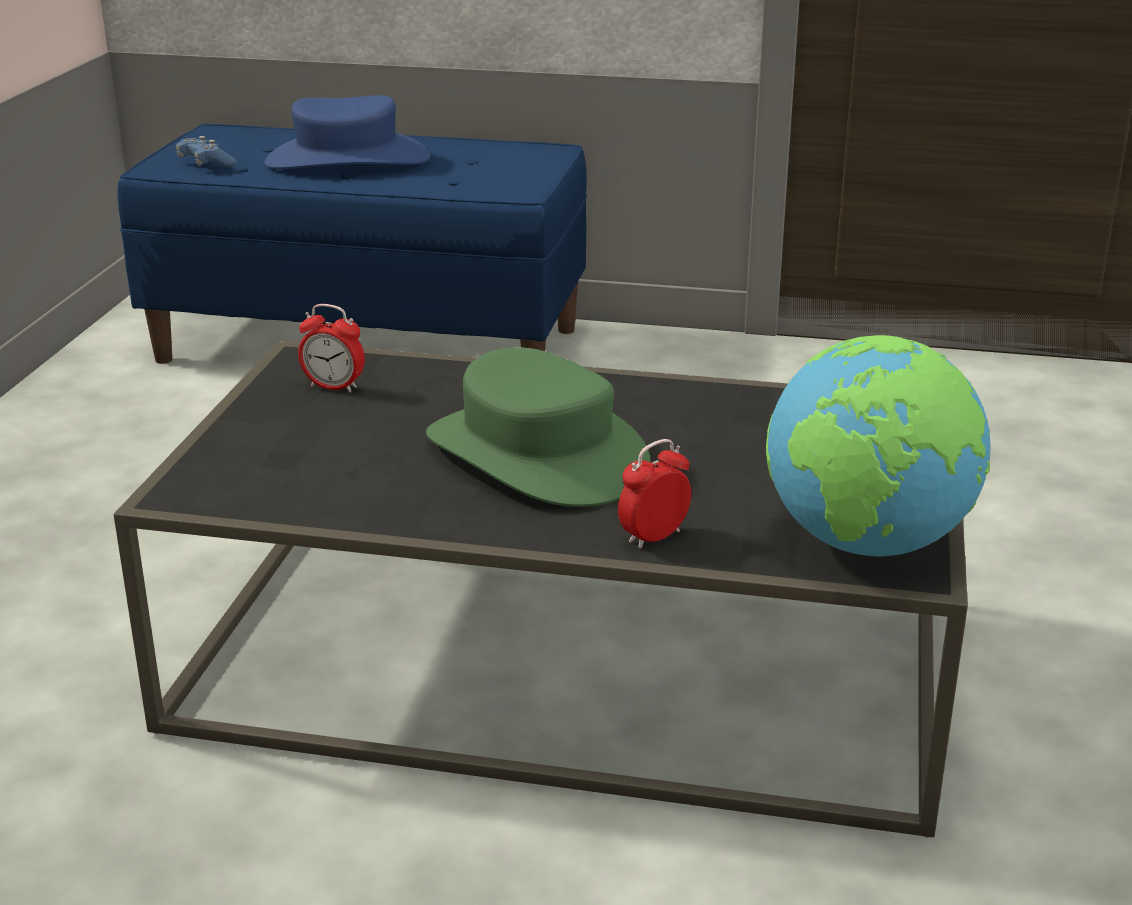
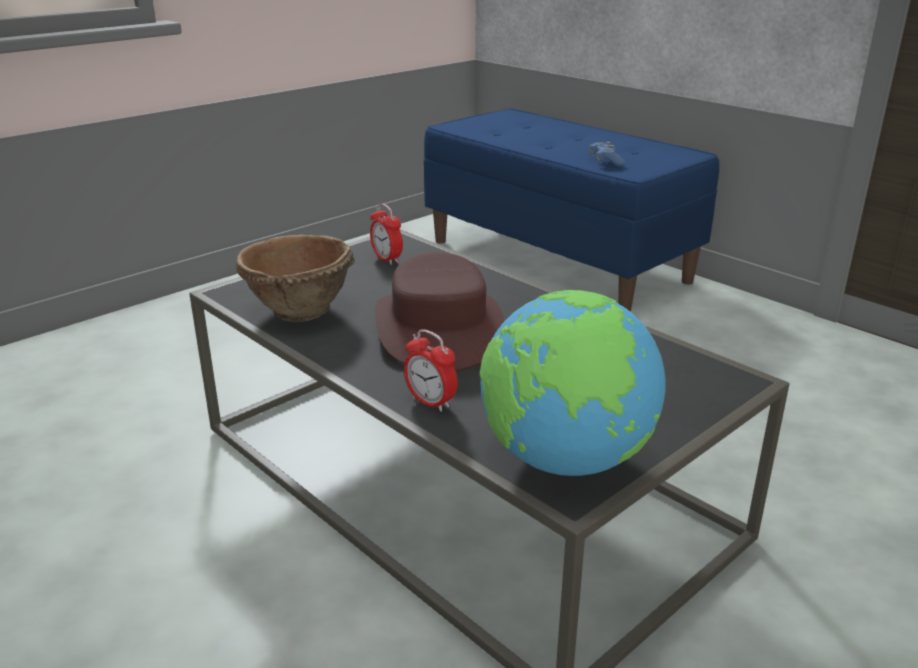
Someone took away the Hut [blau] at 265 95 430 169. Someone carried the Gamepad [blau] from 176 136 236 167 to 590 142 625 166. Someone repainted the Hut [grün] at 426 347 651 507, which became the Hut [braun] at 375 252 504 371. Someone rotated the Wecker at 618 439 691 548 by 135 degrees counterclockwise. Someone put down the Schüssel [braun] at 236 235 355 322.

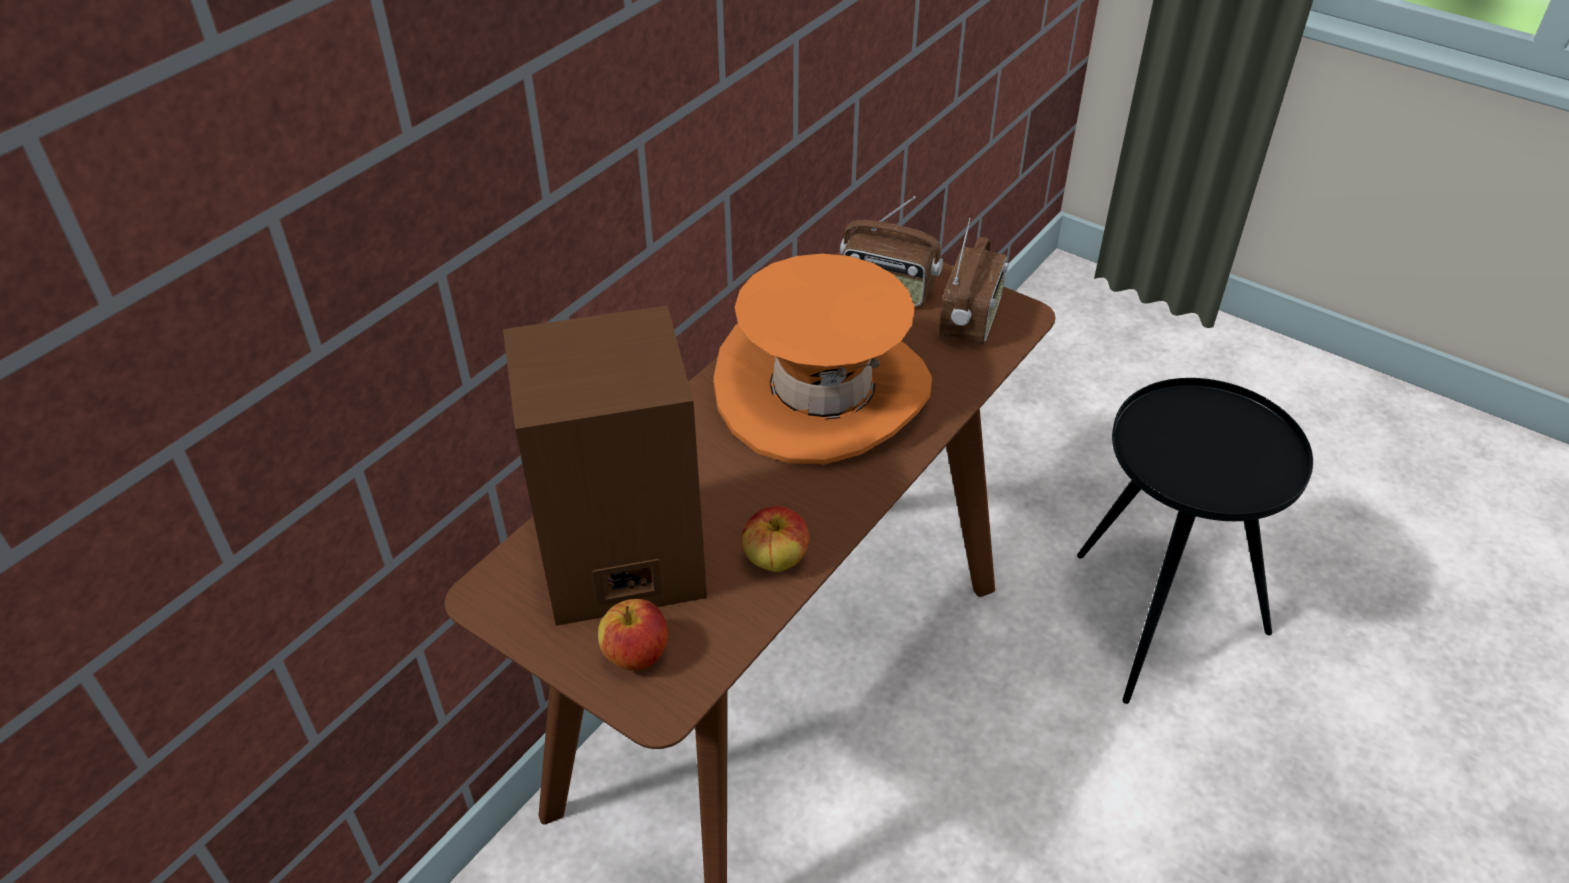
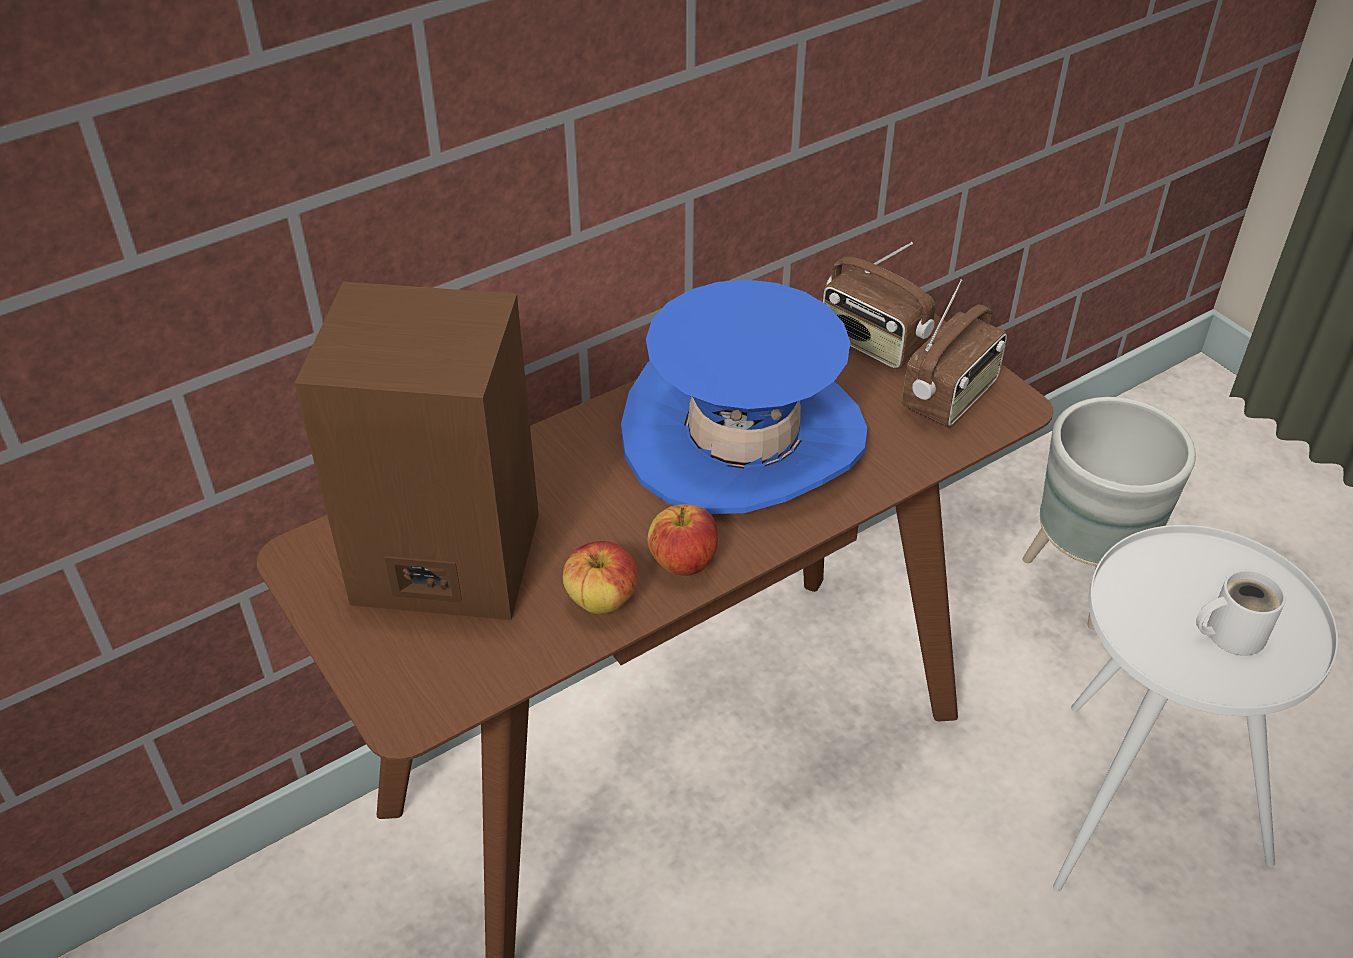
Someone repainted the Hut [orange] at 713 254 932 465, which became the Hut [blau] at 621 280 868 514. Someone repainted the Beistelltisch [schwarz] at 1077 378 1313 704, which became the Beistelltisch [weiß] at 1053 525 1338 892. Someone carried the Apfel from 598 599 668 671 to 648 504 718 576. Someone put down the Pflanzkübel [grau] at 1022 397 1196 630. Someone put down the Henkelbecher [weiß] at 1196 569 1286 656.

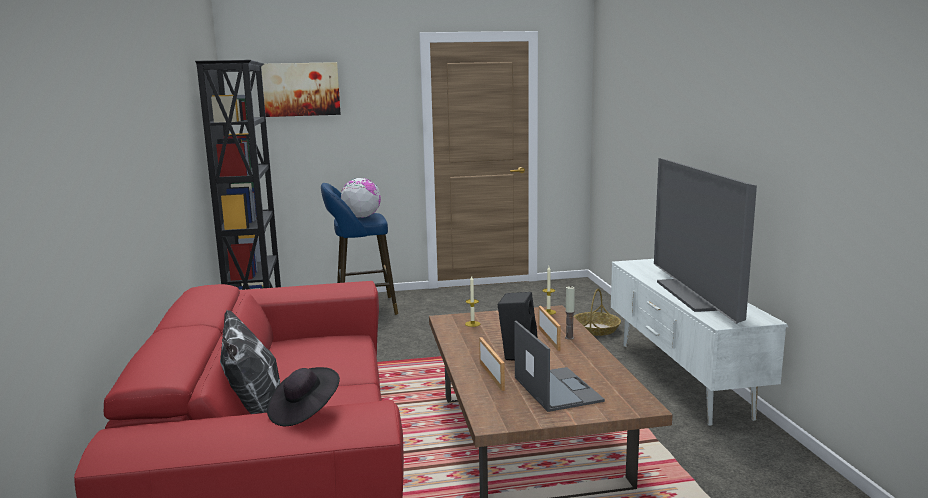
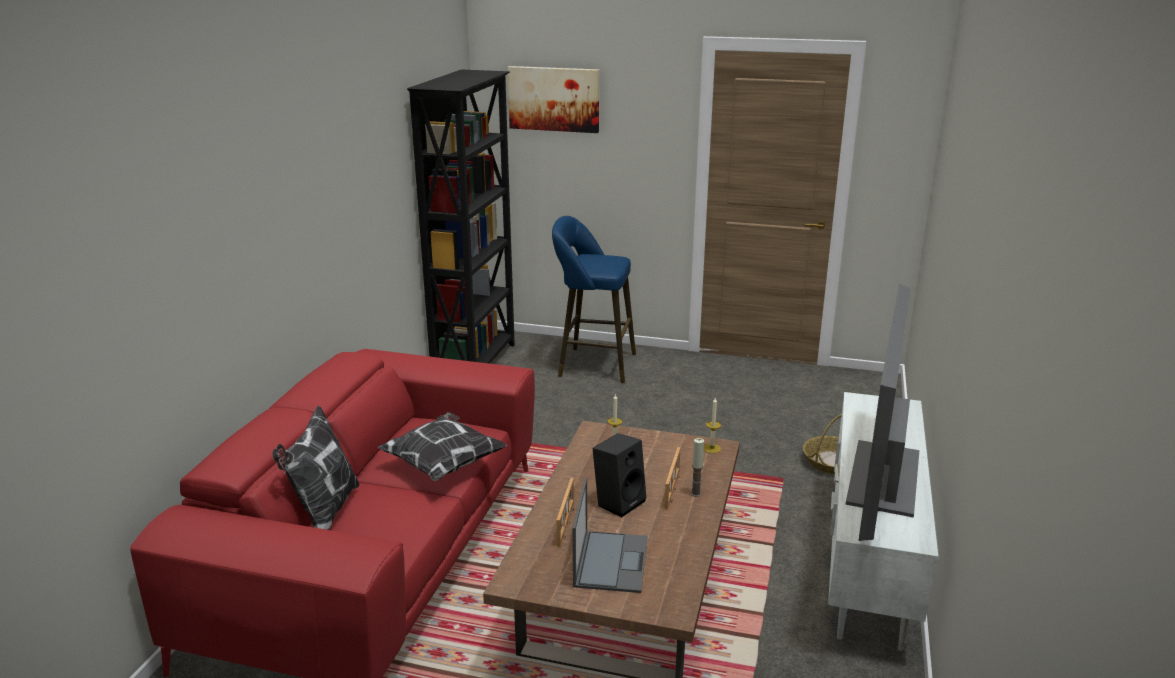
Someone took away the Globus at 341 178 381 218. Someone took away the Hut [schwarz] at 267 367 340 426. Someone put down the Kissen at 377 412 507 481.

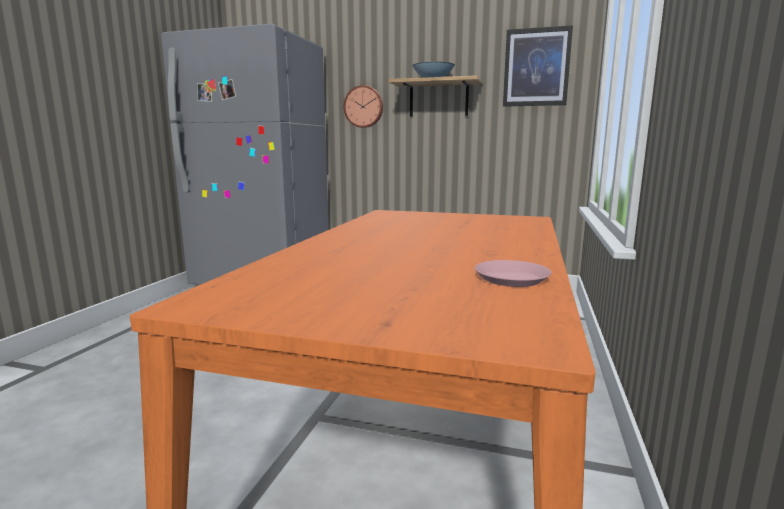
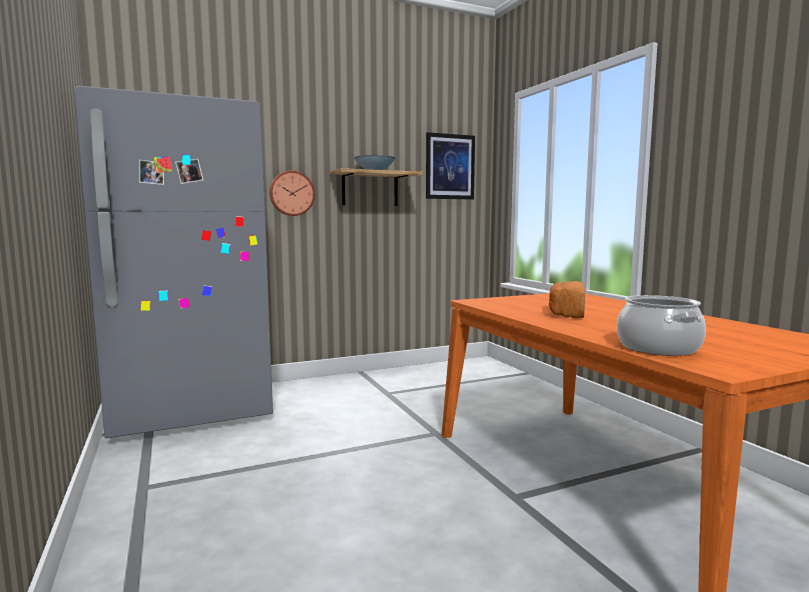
Someone took away the Teller [rosa] at 475 260 551 287. Someone put down the Brot at 549 281 585 318. Someone put down the Kochtopf at 617 295 706 356.

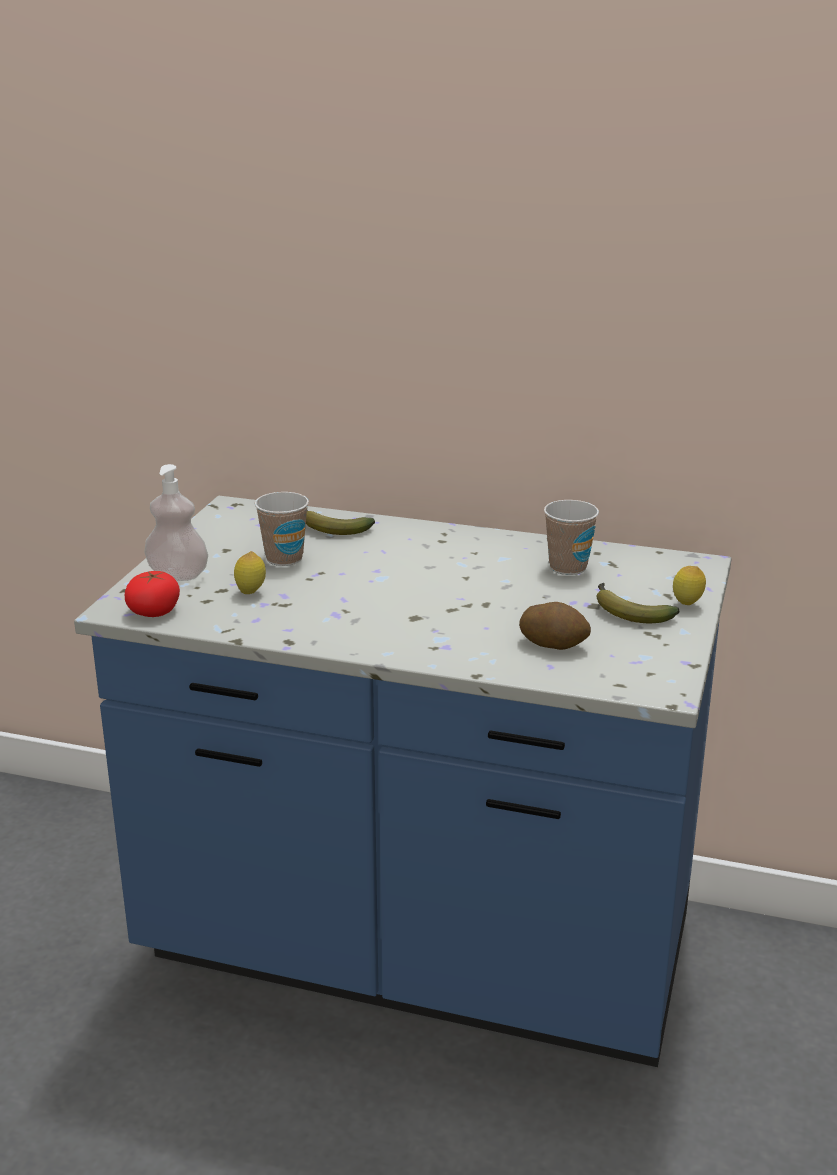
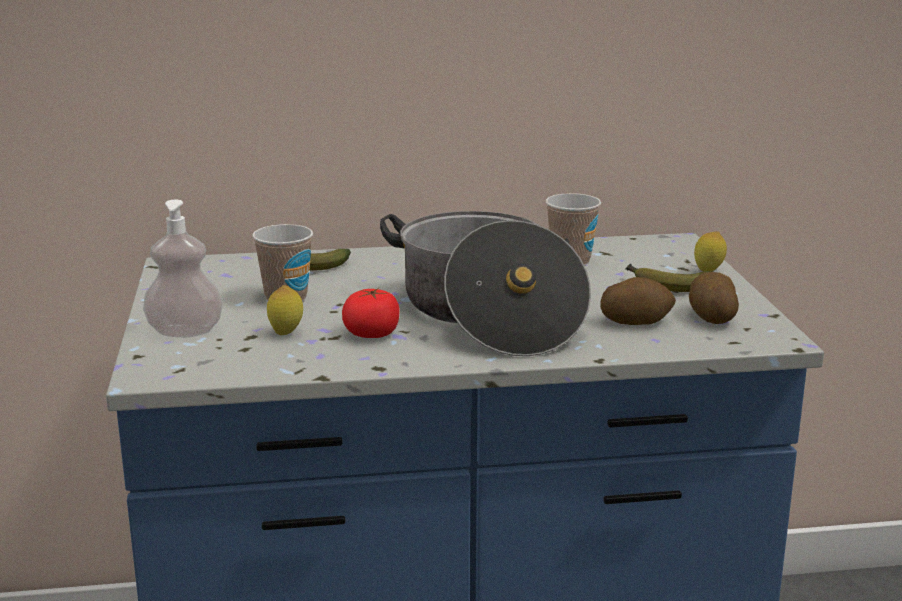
Someone carried the Tomate from 125 571 180 617 to 342 288 400 338. Someone put down the Kochtopf at 380 211 591 356. Someone put down the Kartoffel at 689 272 739 324.

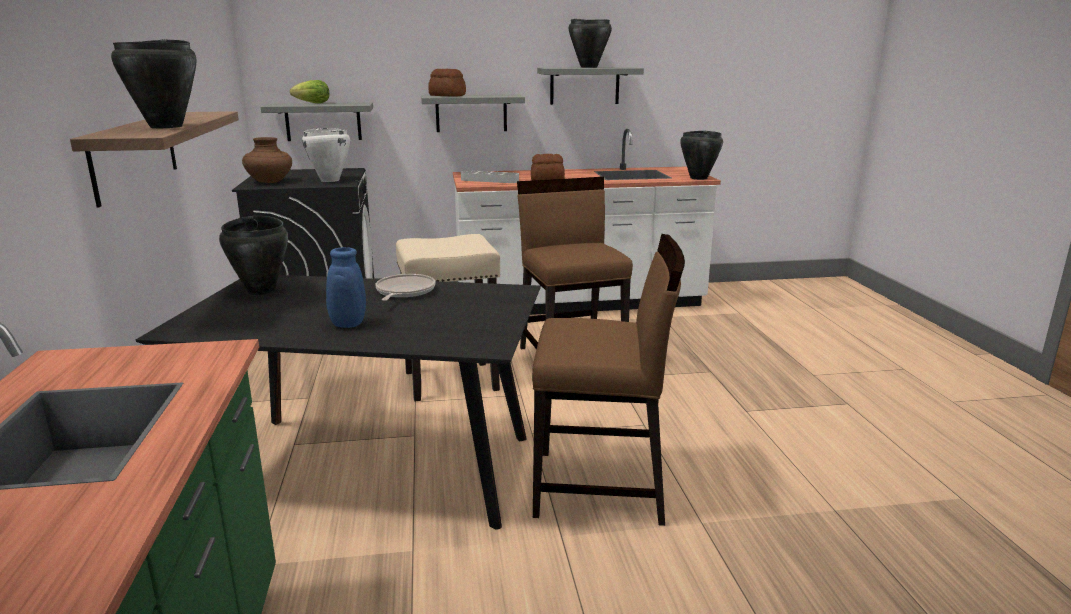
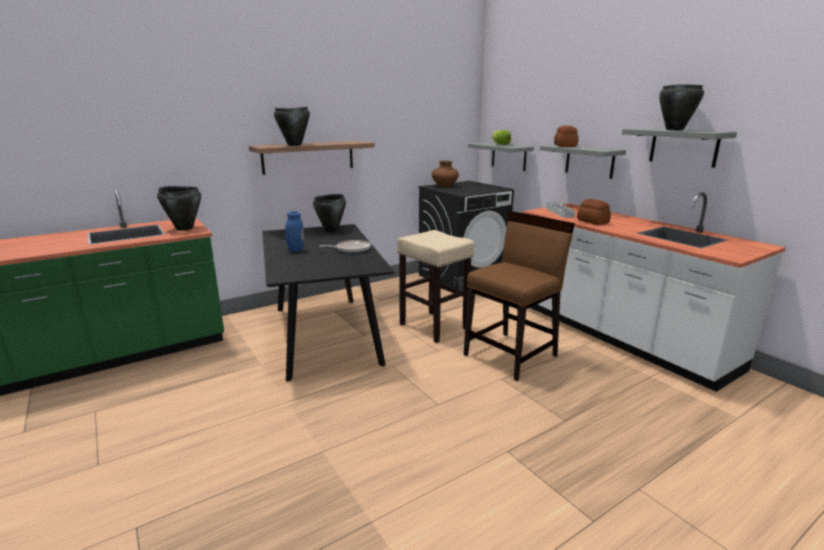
Someone took away the Kochtopf [weiß] at 302 128 350 182. Someone carried the Kochtopf [schwarz] from 680 131 723 180 to 157 186 201 231. Someone took away the Stuhl [braun] at 532 234 685 526.

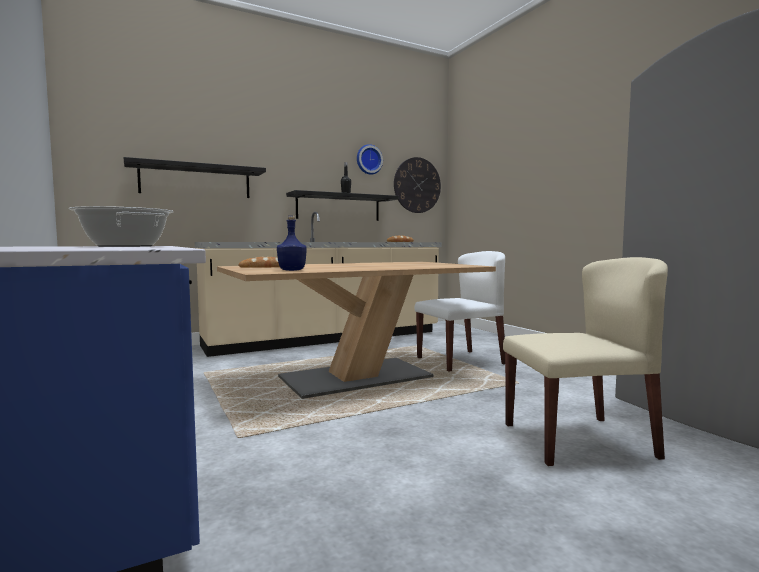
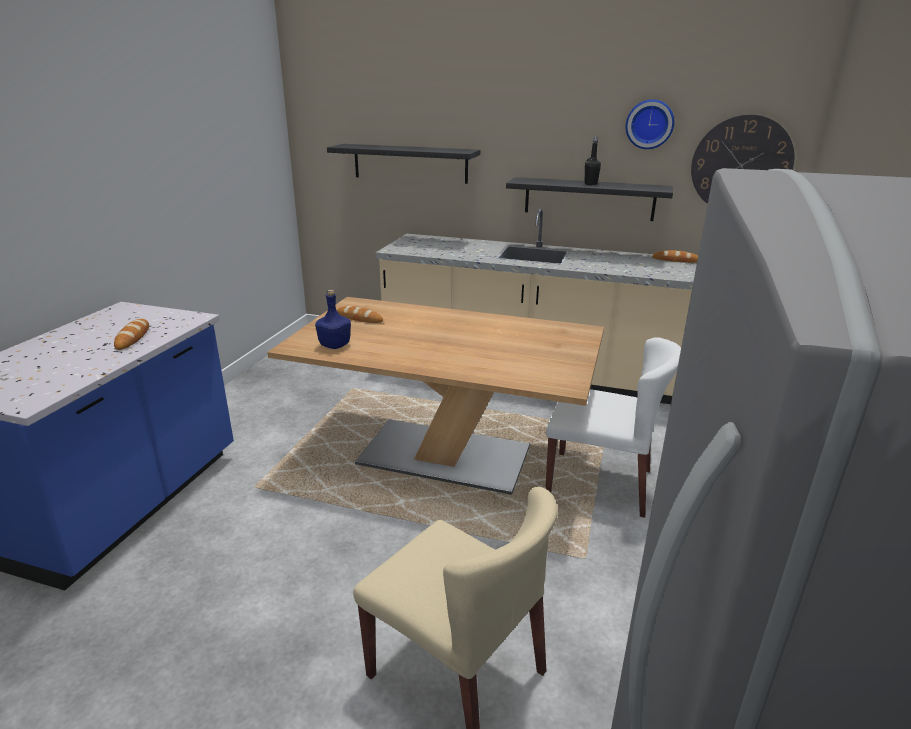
Someone swapped the Kochtopf at 69 206 173 247 for the Brot at 114 319 149 350.

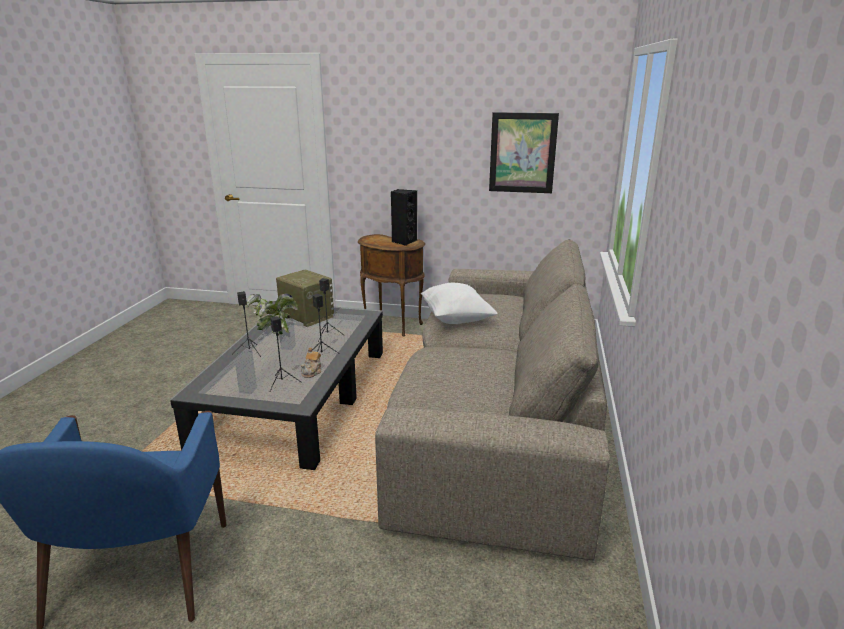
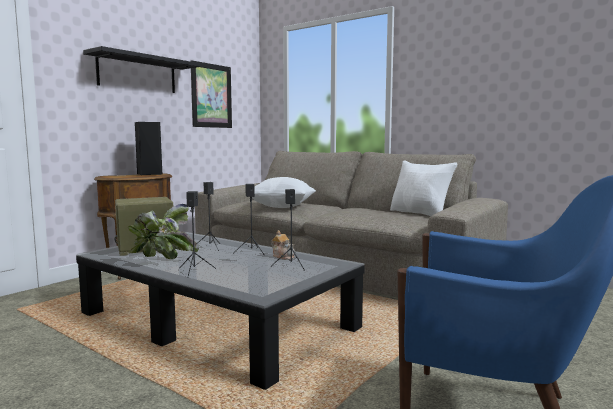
Someone put up the Wandregal [schwarz] at 83 46 200 93. Someone put down the Kissen [weiß] at 390 160 457 216.

